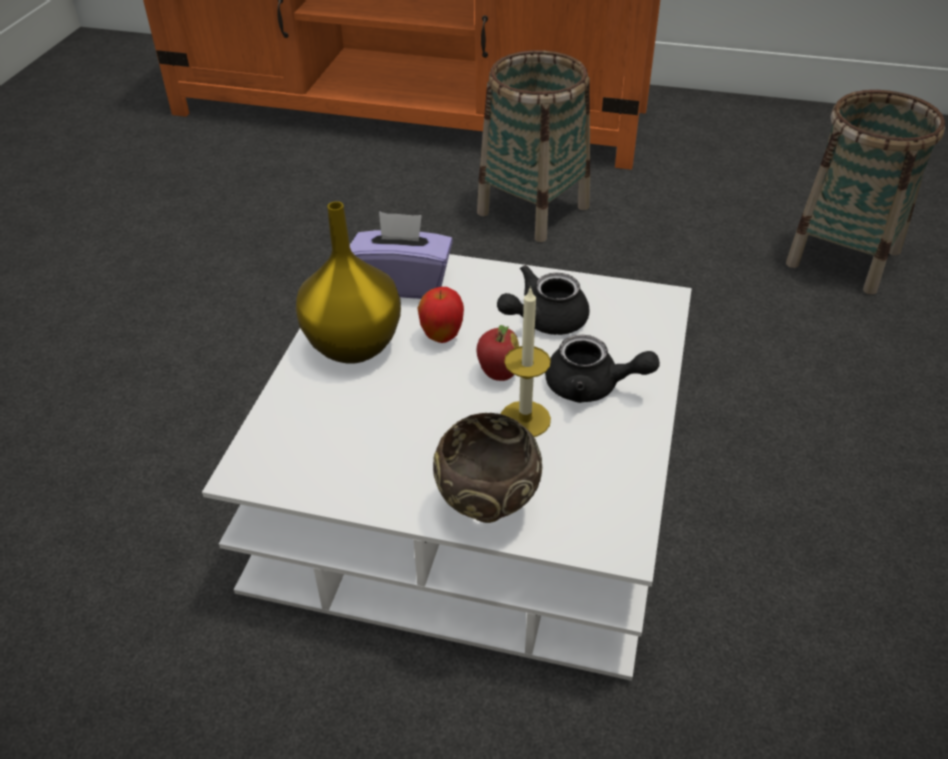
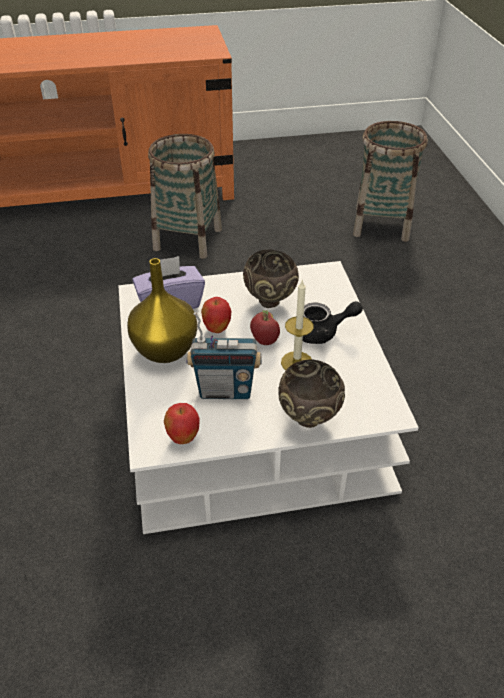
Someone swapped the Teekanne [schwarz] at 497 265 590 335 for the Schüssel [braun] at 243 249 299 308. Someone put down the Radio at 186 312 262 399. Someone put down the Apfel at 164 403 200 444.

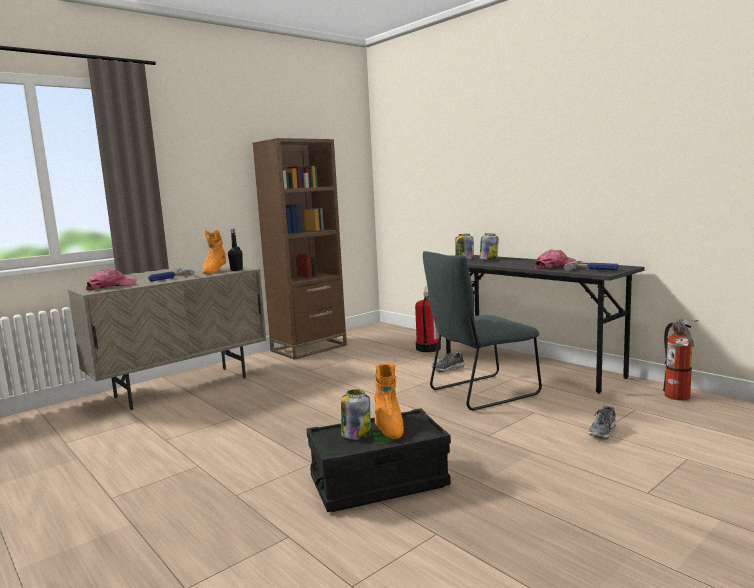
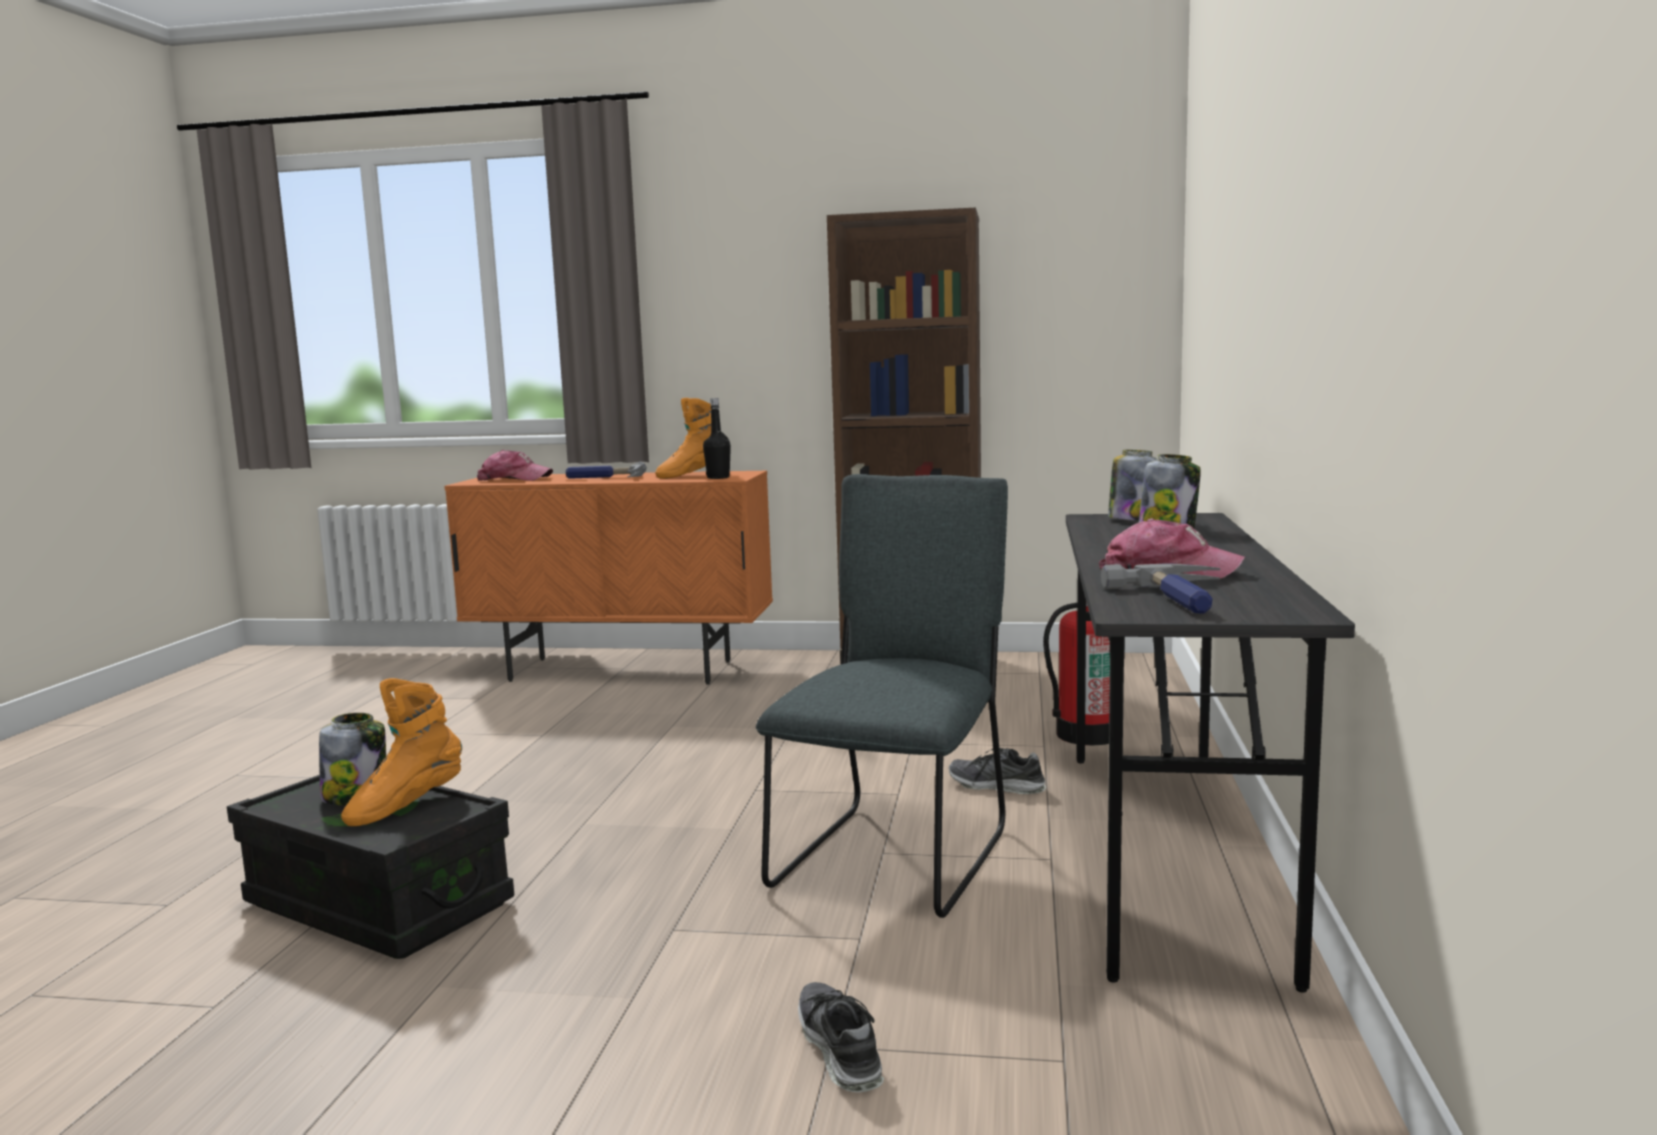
Someone rotated the Stuhl [grau] at 423 251 542 410 by 90 degrees clockwise. Someone repainted the Schrank [beige] at 67 267 266 410, which became the Schrank [orange] at 444 471 773 685. Someone took away the Feuerlöscher at 663 319 699 401. Someone rotated the Schuh at 588 406 616 440 by 75 degrees clockwise.

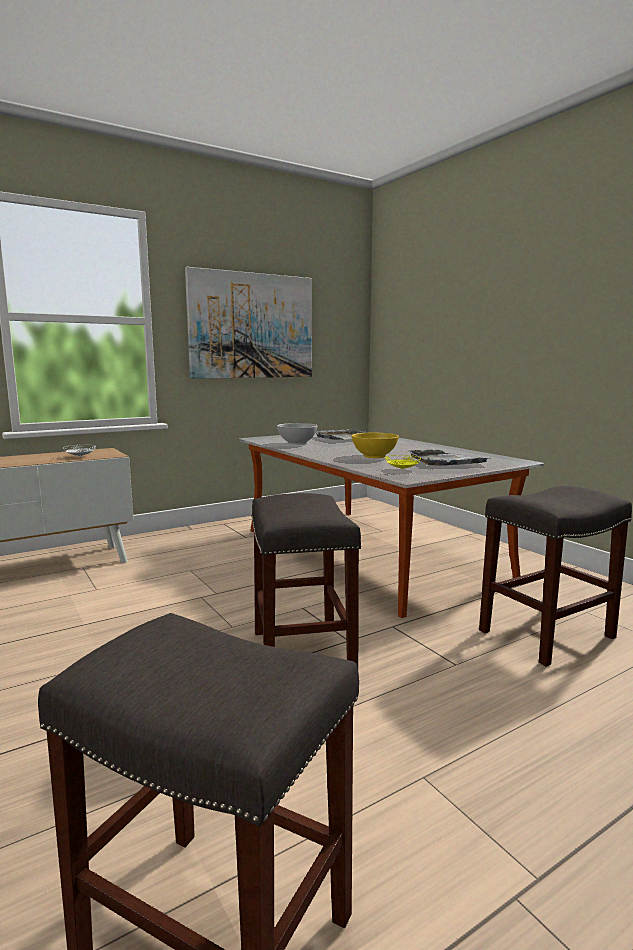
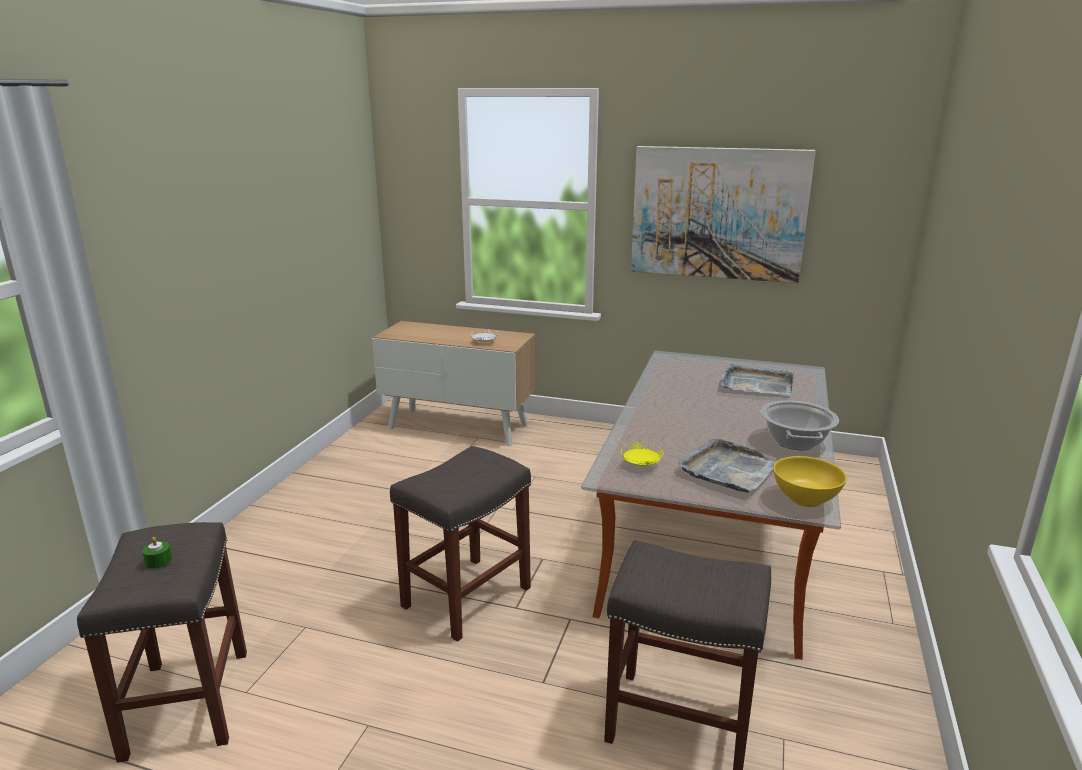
Someone took away the Schüssel [weiß] at 277 423 318 445. Someone carried the Schüssel [gelb] from 351 433 399 458 to 773 456 847 507. Someone put down the Kochtopf at 761 401 839 451. Someone put down the Kerze [grün] at 143 537 172 569.

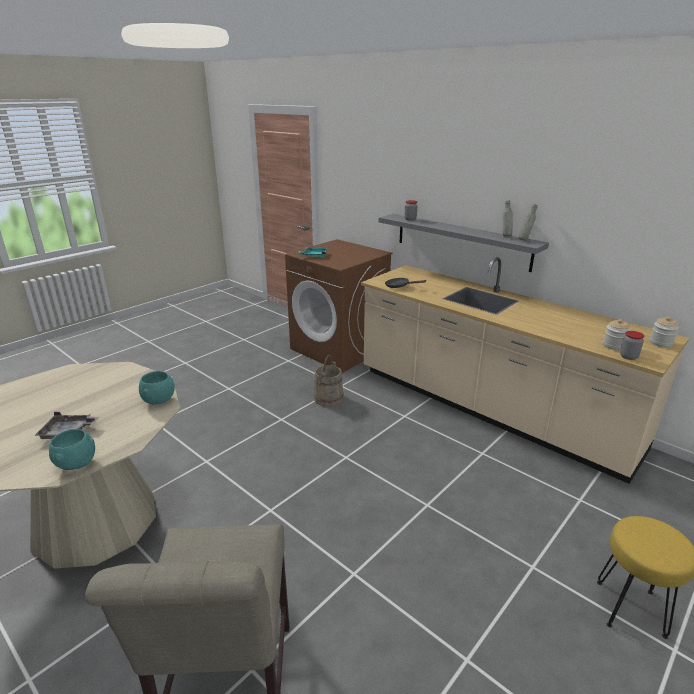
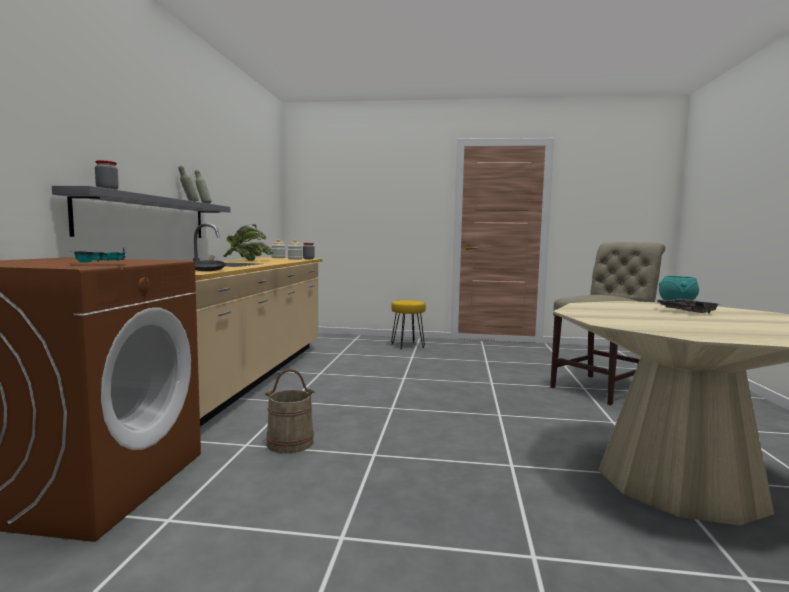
Someone took away the Schüssel [türkis] at 139 371 175 405. Someone put down the Topfpflanze at 223 224 273 261.

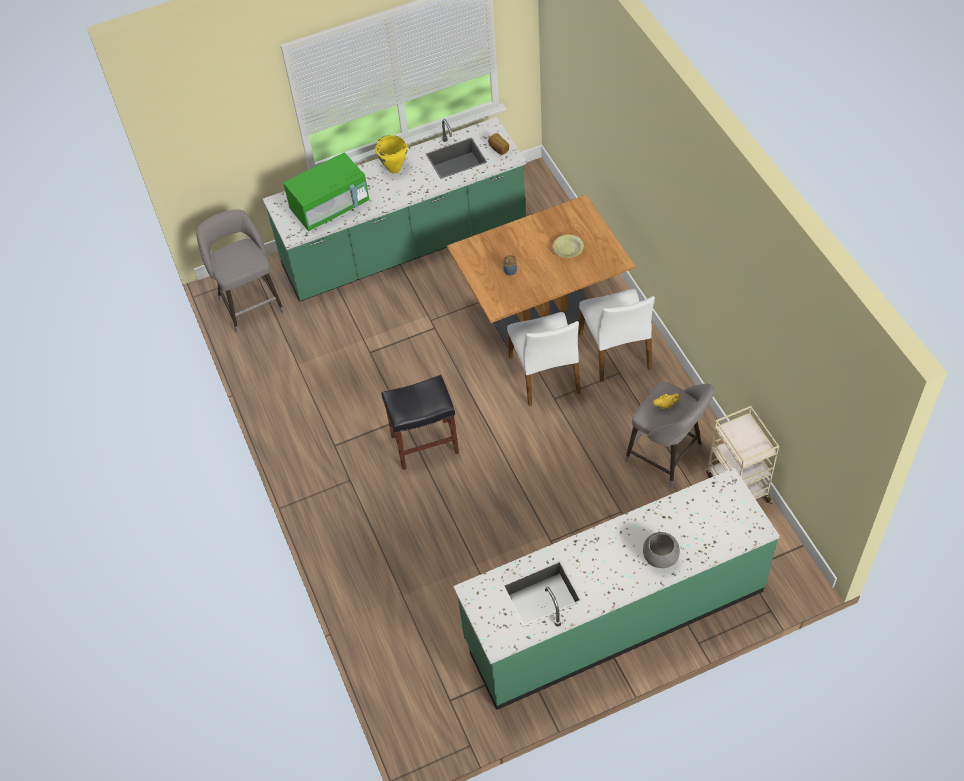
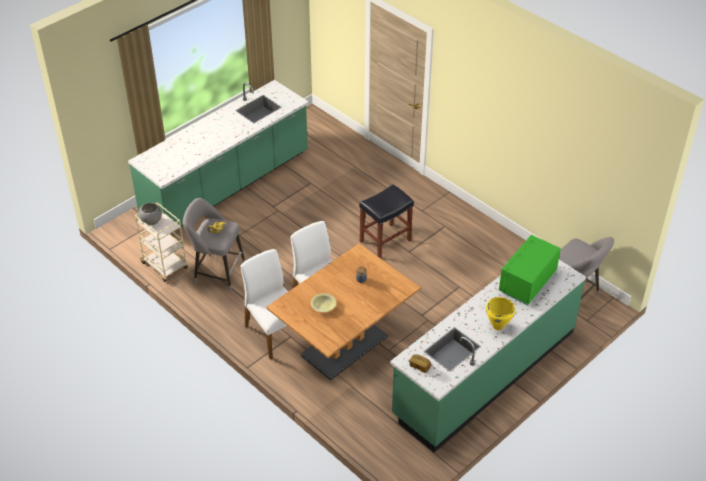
Someone carried the Schüssel [grau] from 643 532 680 568 to 139 203 162 225.

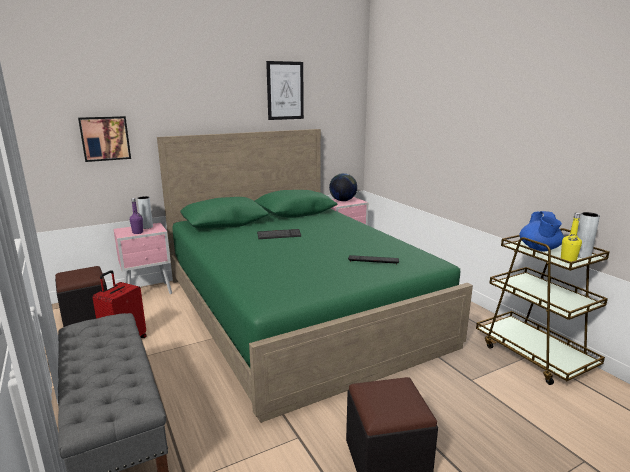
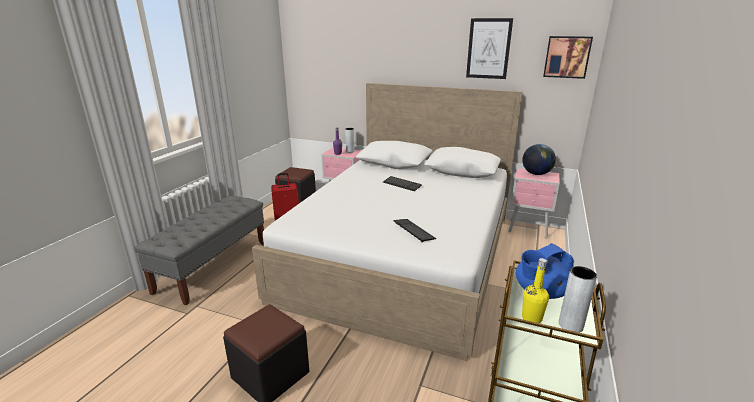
Someone carried the Bild from 78 116 131 162 to 543 36 593 79. Someone repainted the Bett [grün] at 157 129 473 423, which became the Bett [weiß] at 252 83 523 361.

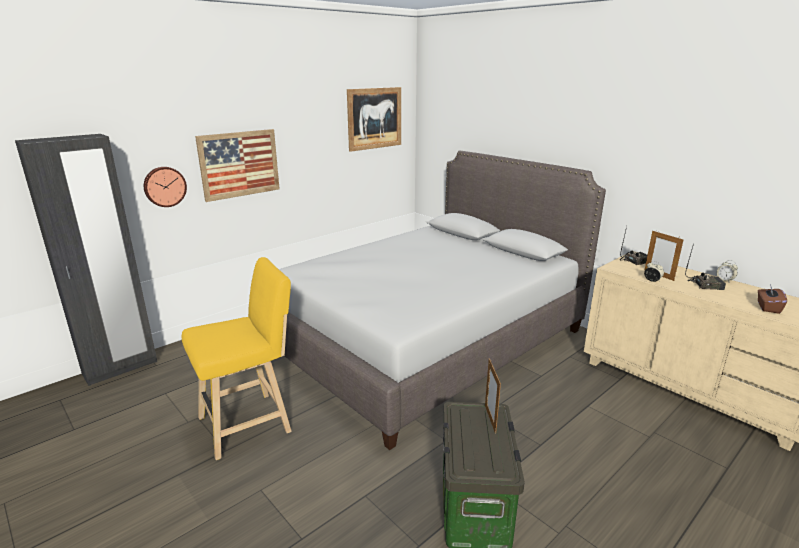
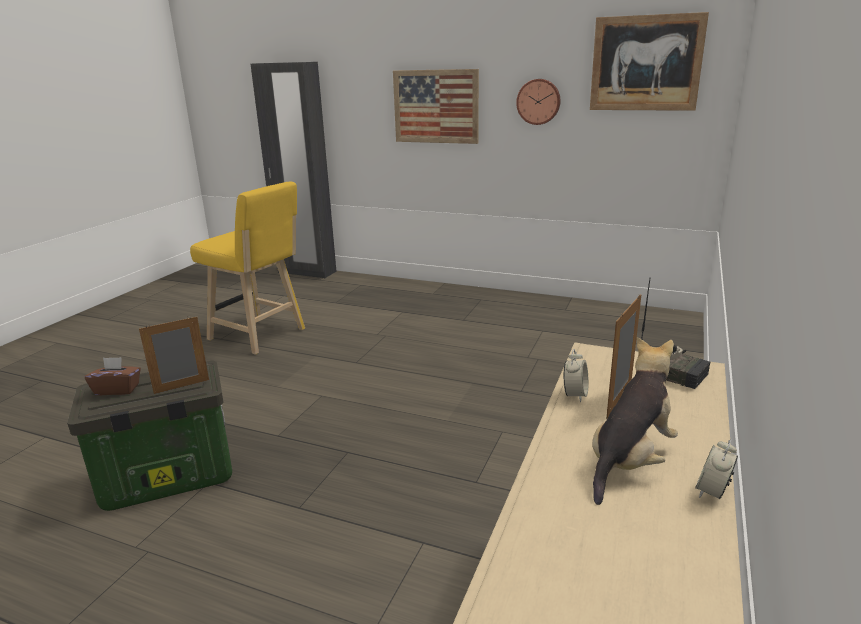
Someone took away the Bett [grau] at 279 151 606 450. Someone carried the Wanduhr from 144 167 187 207 to 516 79 561 125. Someone swapped the Radio at 685 243 726 290 for the Plüschtier at 592 337 678 505. Someone carried the Taschentuchbox [braun] from 758 284 787 314 to 85 357 141 395.

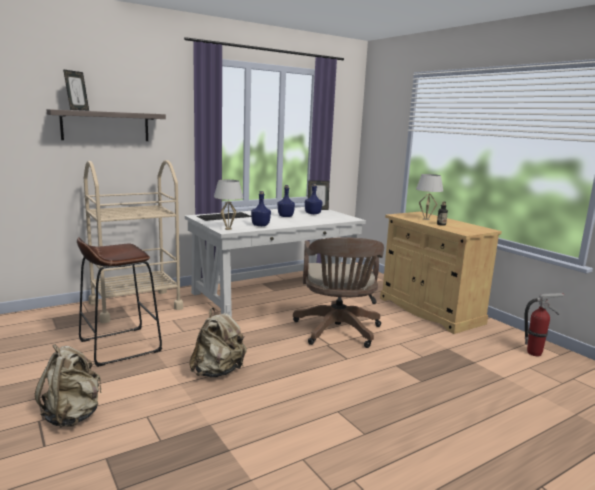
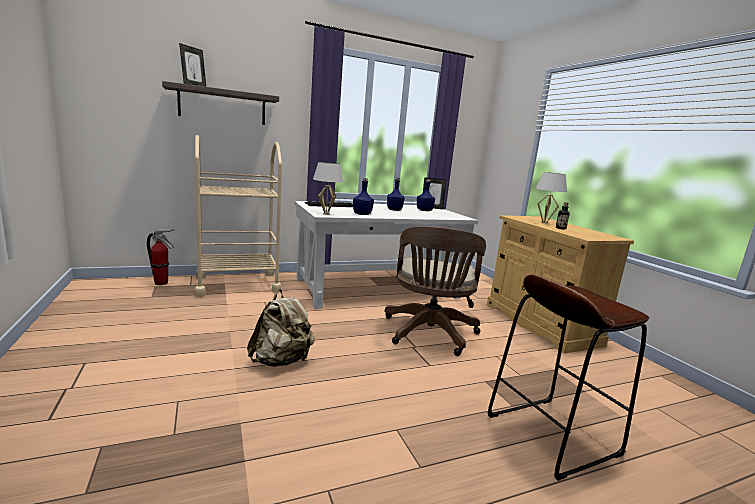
Someone carried the Hocker [braun] from 77 237 162 367 to 488 274 649 481. Someone carried the Feuerlöscher from 525 293 565 356 to 147 229 174 285. Someone took away the Rucksack [beige] at 35 344 102 427.

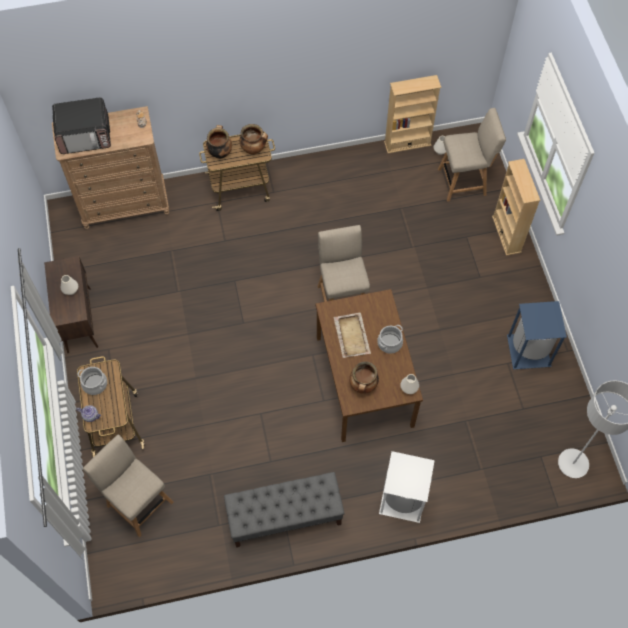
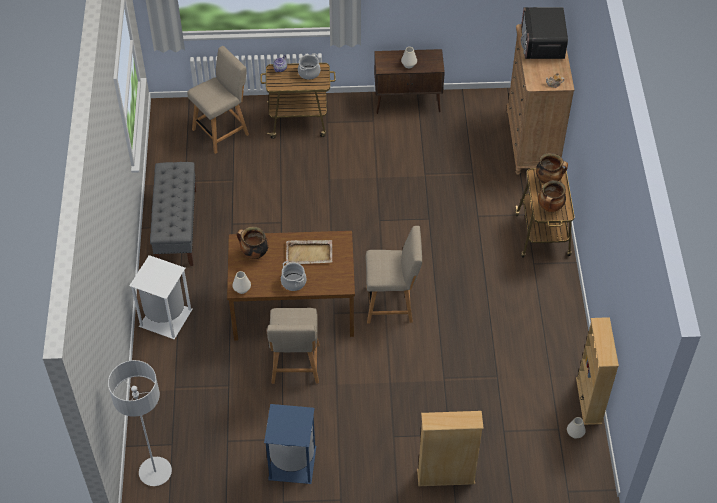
Someone carried the Stuhl [beige] from 438 108 506 202 to 267 308 320 384.

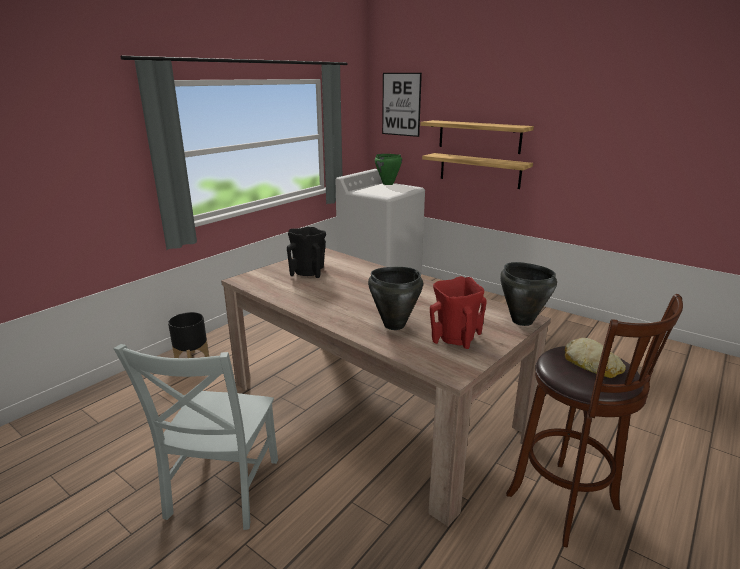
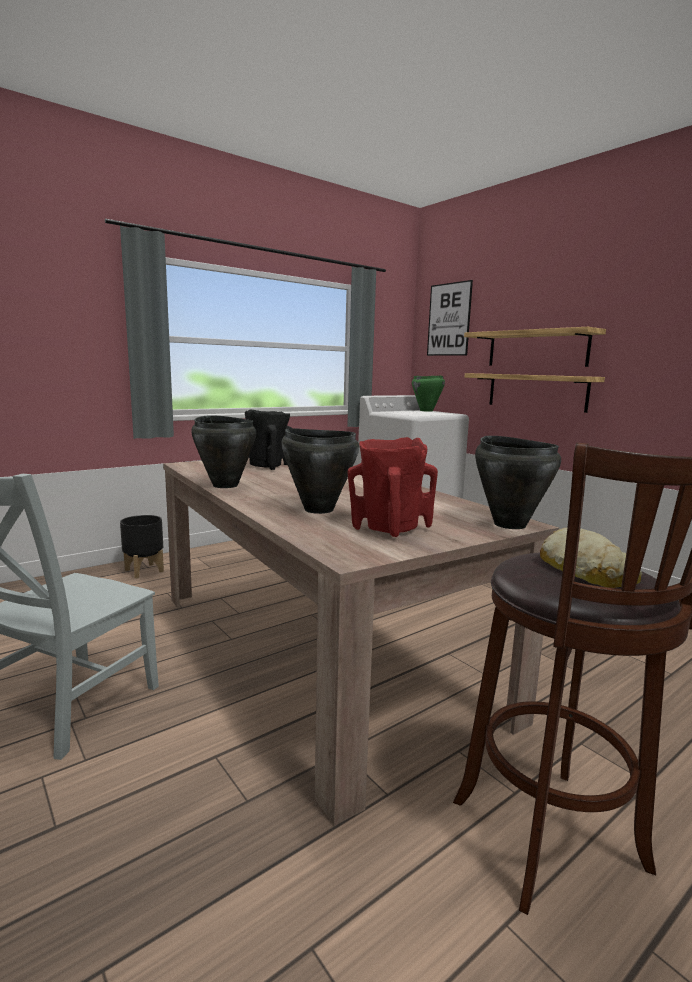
Someone put down the Kochtopf [schwarz] at 191 415 256 488.

